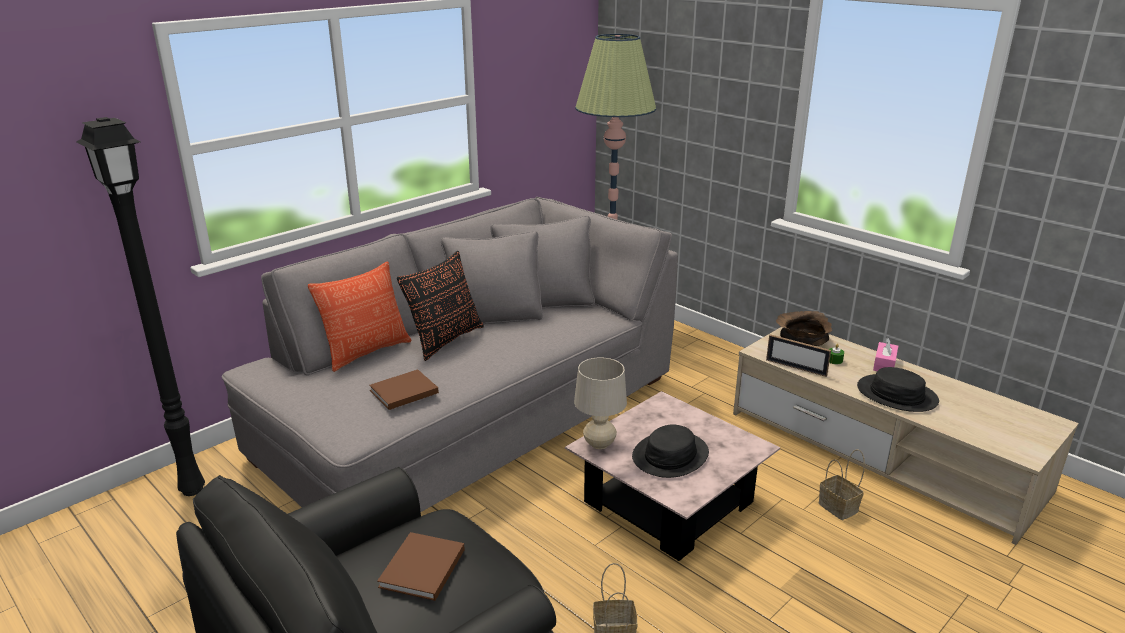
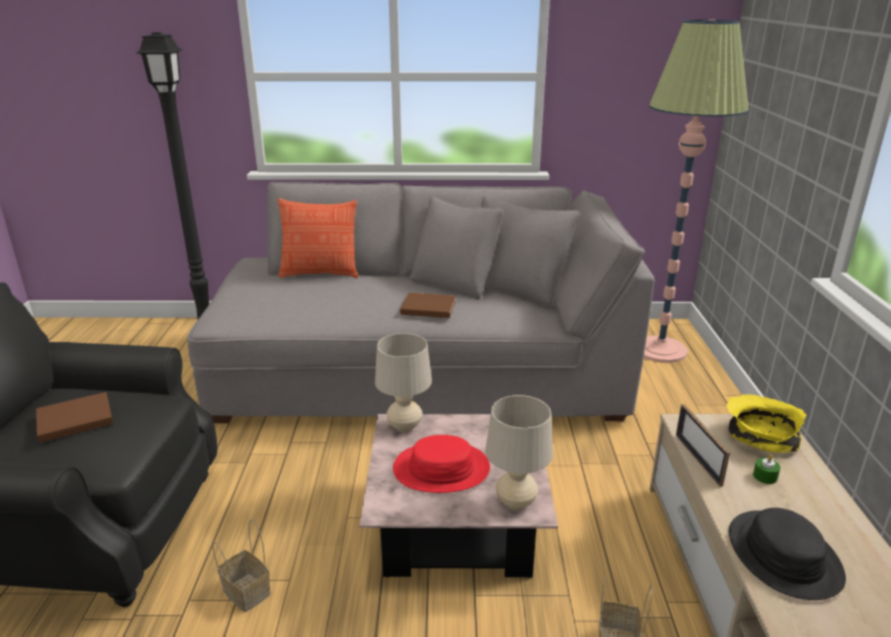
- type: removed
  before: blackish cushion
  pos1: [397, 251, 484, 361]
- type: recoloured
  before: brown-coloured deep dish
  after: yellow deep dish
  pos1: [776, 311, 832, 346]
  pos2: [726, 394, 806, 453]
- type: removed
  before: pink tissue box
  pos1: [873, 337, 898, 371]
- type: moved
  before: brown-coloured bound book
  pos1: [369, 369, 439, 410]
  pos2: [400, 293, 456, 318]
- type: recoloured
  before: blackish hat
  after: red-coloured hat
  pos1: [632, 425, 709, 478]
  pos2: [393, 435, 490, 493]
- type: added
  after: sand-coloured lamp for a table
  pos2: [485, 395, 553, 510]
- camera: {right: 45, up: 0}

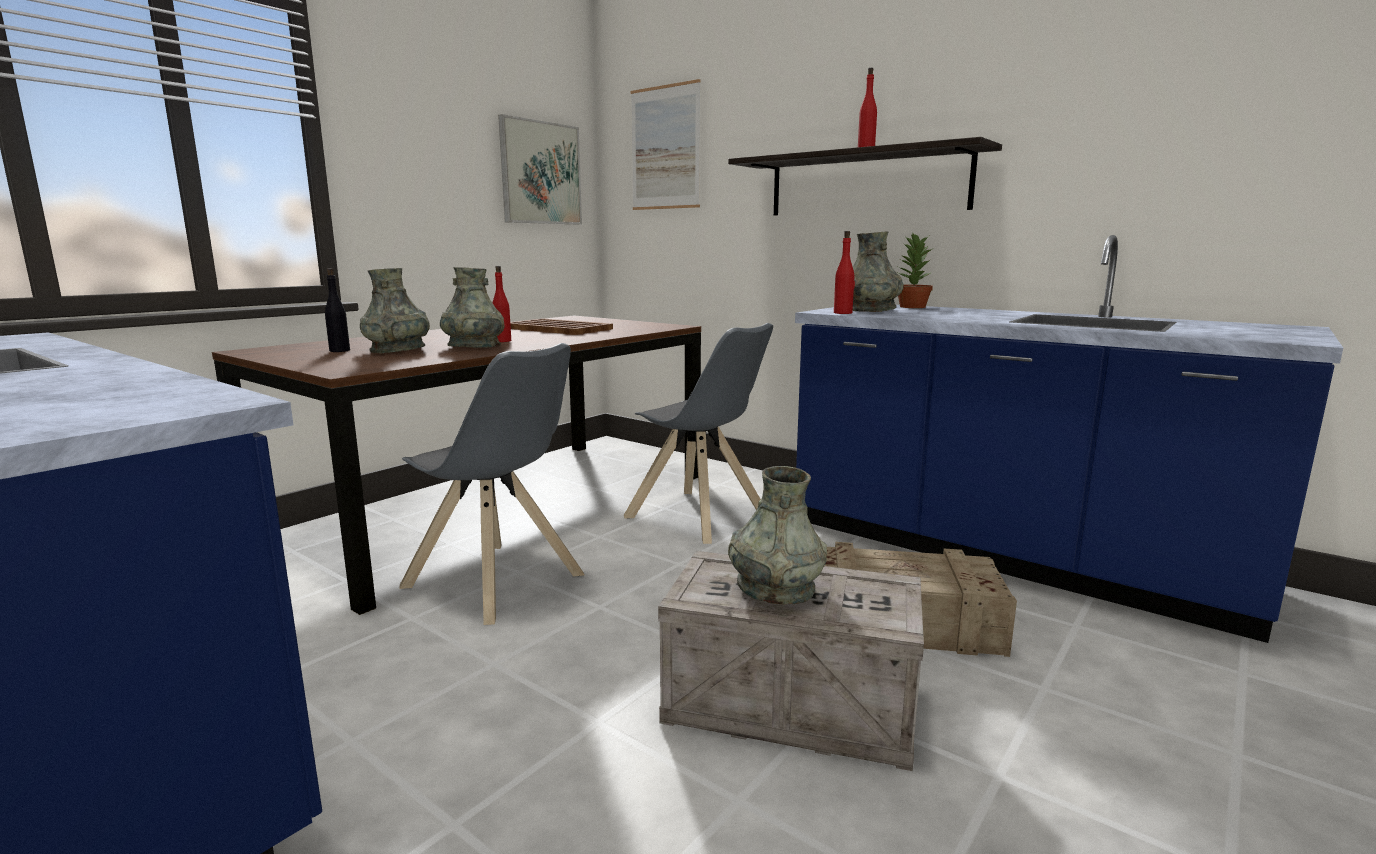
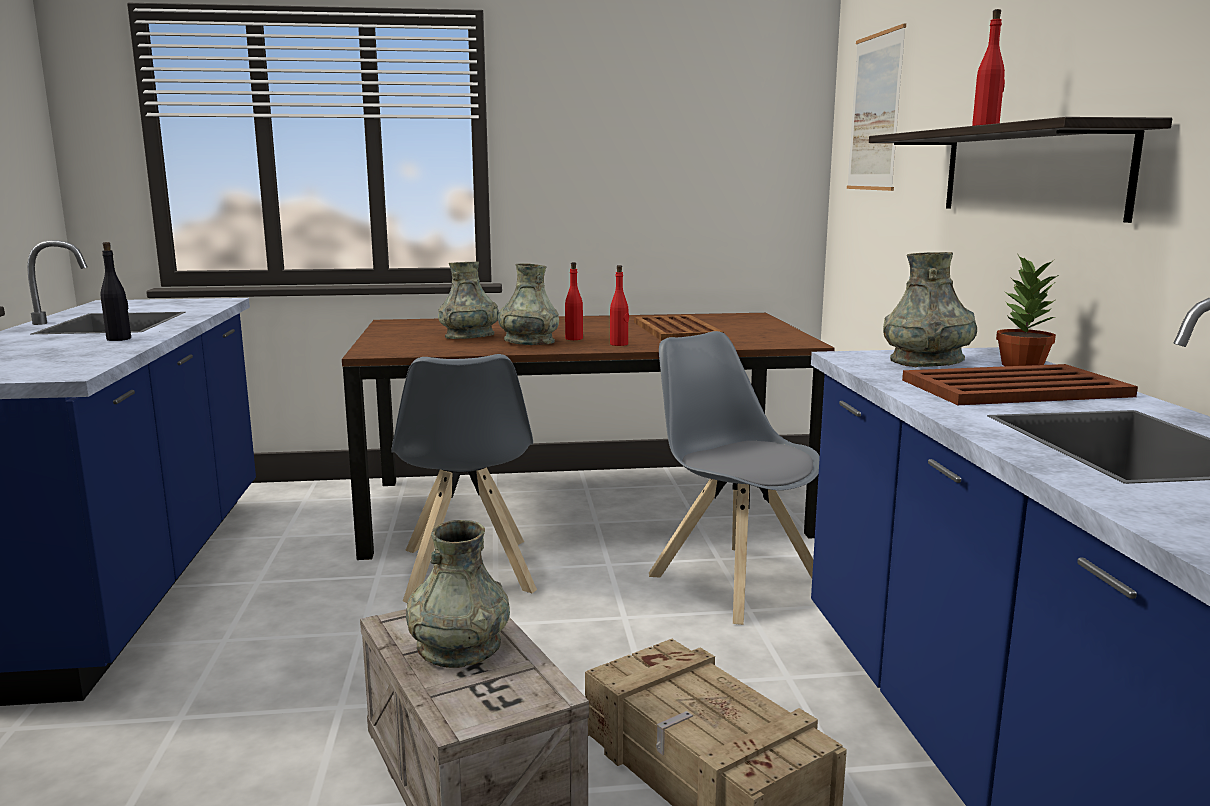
- type: removed
  before: wall art
  pos1: [498, 114, 582, 225]
- type: moved
  before: red-coloured bottle
  pos1: [834, 231, 855, 314]
  pos2: [610, 265, 629, 346]
- type: moved
  before: blackish bottle
  pos1: [325, 268, 350, 352]
  pos2: [100, 242, 131, 341]
- type: turned
  before: gray plain chair
  pos1: [624, 323, 773, 544]
  pos2: [649, 331, 820, 625]
  turn: 150
- type: added
  after: brown-coloured tray
  pos2: [902, 364, 1138, 405]
- camera: {right: 45, up: 0}

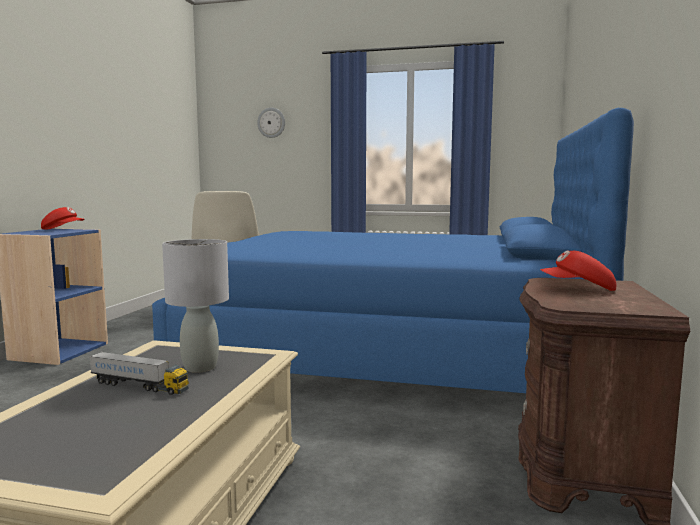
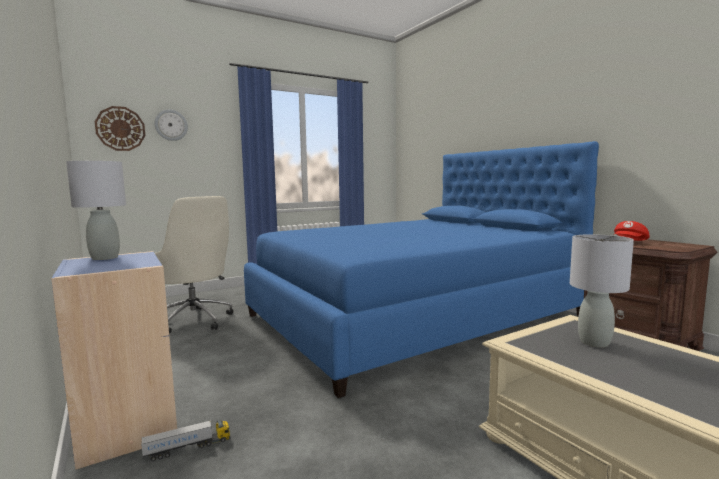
- type: replaced
  before: red-coloured cap
  after: gray lamp for a table
  pos1: [41, 207, 85, 230]
  pos2: [66, 161, 126, 260]
- type: moved
  before: toy lorry
  pos1: [89, 352, 189, 395]
  pos2: [141, 420, 230, 461]
- type: added
  after: wall clock
  pos2: [95, 106, 145, 151]
- camera: {right: -45, up: 0}

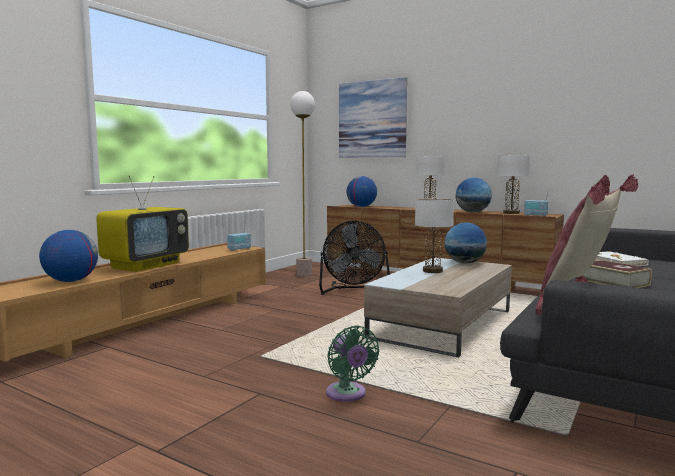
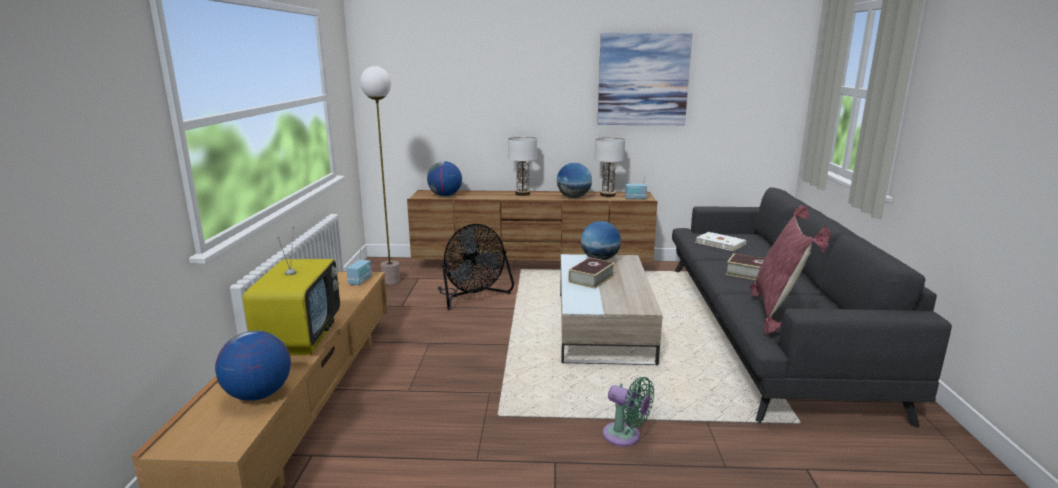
- type: moved
  before: wall art
  pos1: [339, 77, 407, 158]
  pos2: [597, 33, 692, 125]
- type: replaced
  before: lamp for a table
  after: bound book
  pos1: [415, 199, 454, 273]
  pos2: [568, 257, 615, 289]
- camera: {right: -30, up: 10}

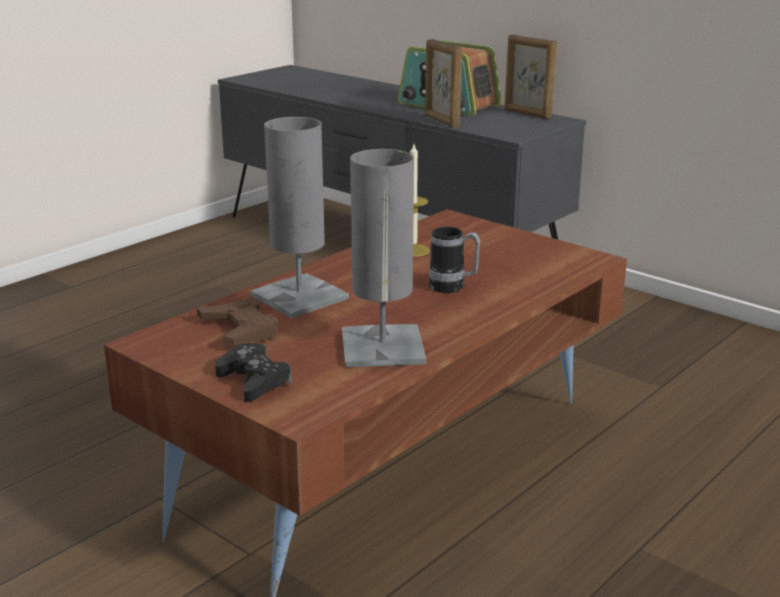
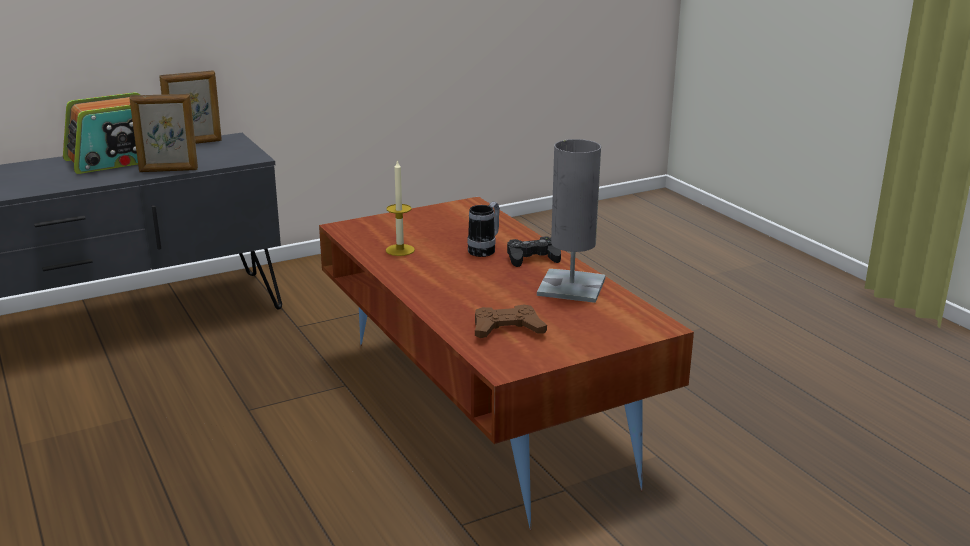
- type: removed
  before: gray lamp for a table
  pos1: [250, 117, 349, 318]
- type: moved
  before: blackish gamepad
  pos1: [215, 343, 292, 402]
  pos2: [507, 236, 561, 267]
- camera: {right: -70, up: 0}

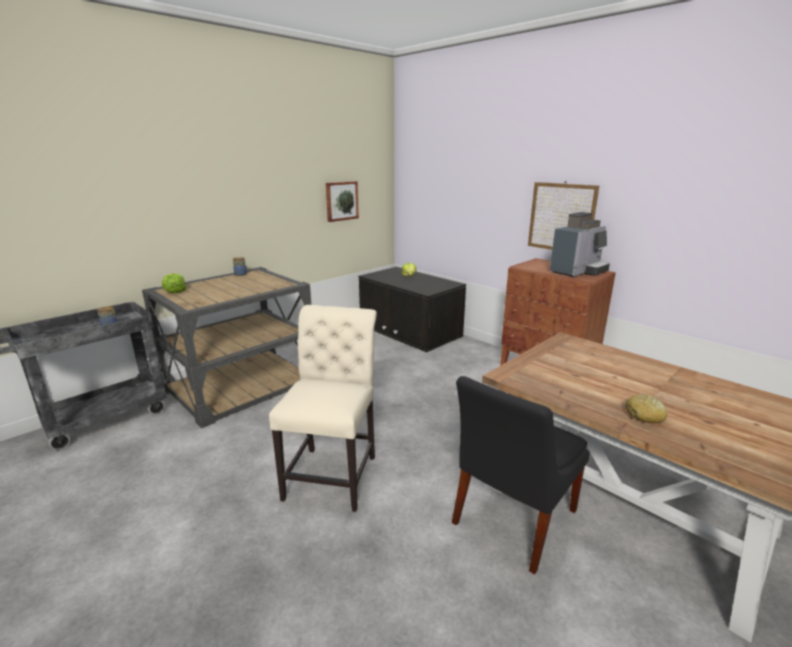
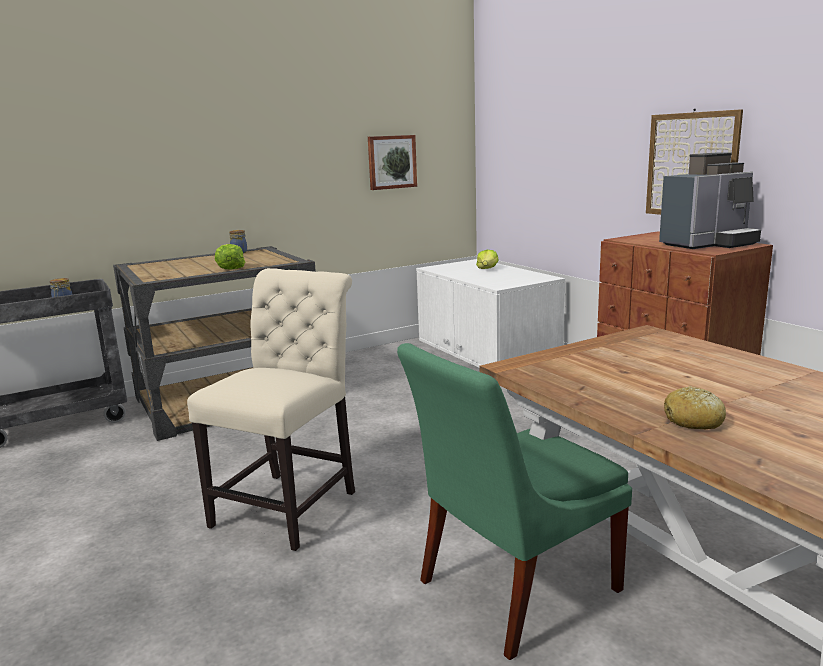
- type: recoloured
  before: blackish cupboard
  after: whitish cupboard
  pos1: [359, 267, 466, 352]
  pos2: [416, 259, 565, 367]
- type: moved
  before: lettuce head
  pos1: [162, 273, 187, 293]
  pos2: [215, 244, 245, 269]
- type: recoloured
  before: blackish plain chair
  after: green-coloured plain chair
  pos1: [452, 376, 590, 574]
  pos2: [397, 343, 632, 660]
- camera: {right: 15, up: -5}

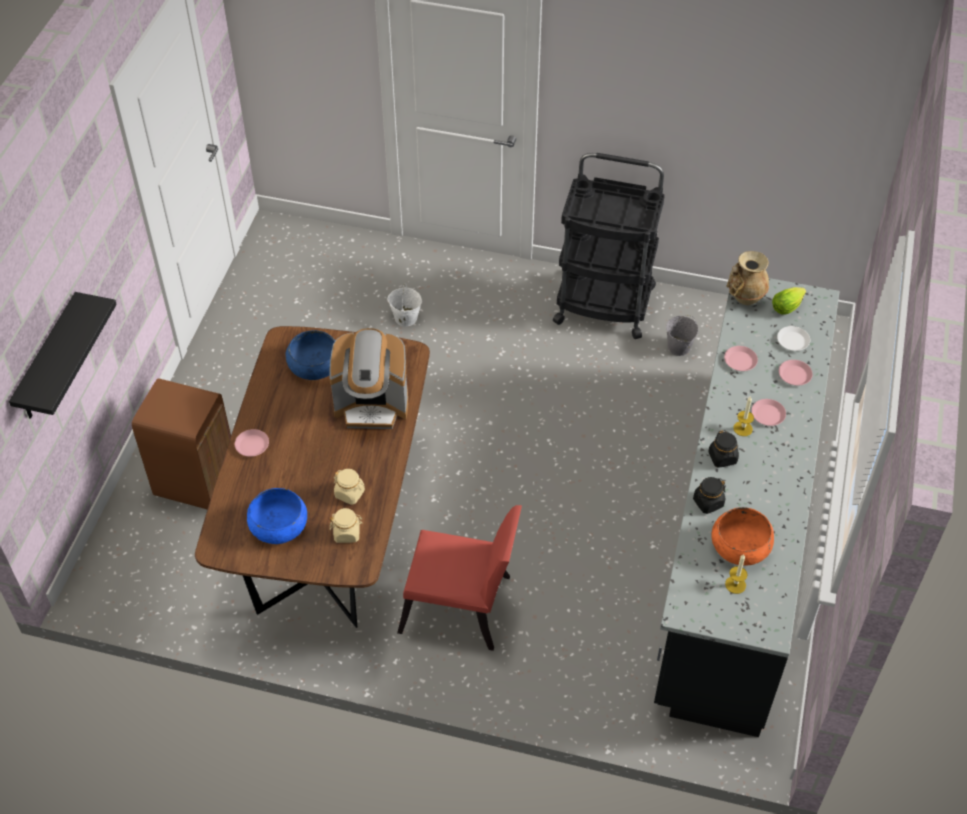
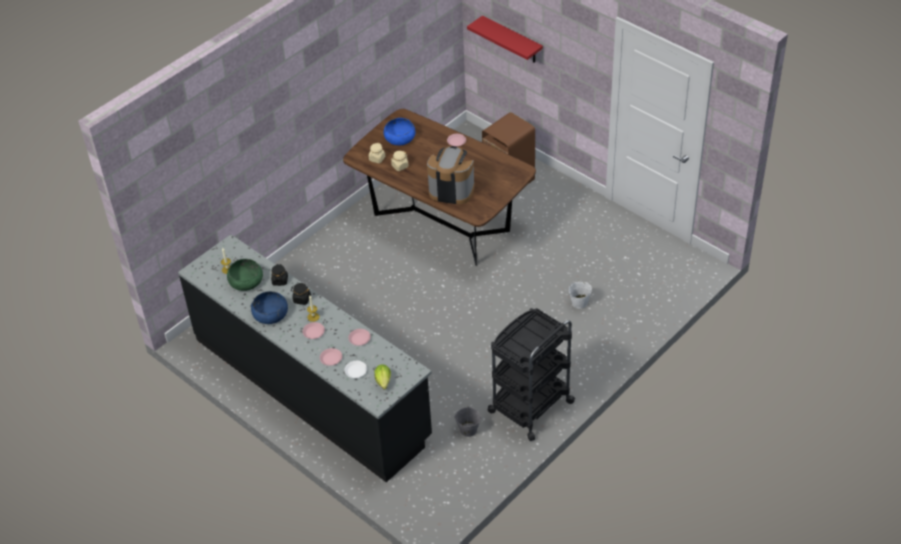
- type: removed
  before: sand-coloured vase
  pos1: [727, 251, 769, 305]
- type: recoloured
  before: blackish bracket shelf
  after: red-coloured bracket shelf
  pos1: [9, 292, 117, 419]
  pos2: [467, 16, 543, 63]
- type: turned
  before: coffee brewer
  pos1: [330, 328, 408, 429]
  pos2: [427, 146, 475, 204]
  turn: 75
- type: moved
  before: bluish deep dish
  pos1: [285, 330, 336, 380]
  pos2: [251, 291, 288, 324]
- type: removed
  before: red-coloured plain chair
  pos1: [397, 505, 522, 651]
- type: recoloured
  before: orange deep dish
  after: green-coloured deep dish
  pos1: [711, 507, 774, 566]
  pos2: [227, 259, 263, 291]
- camera: {right: 120, up: -5}

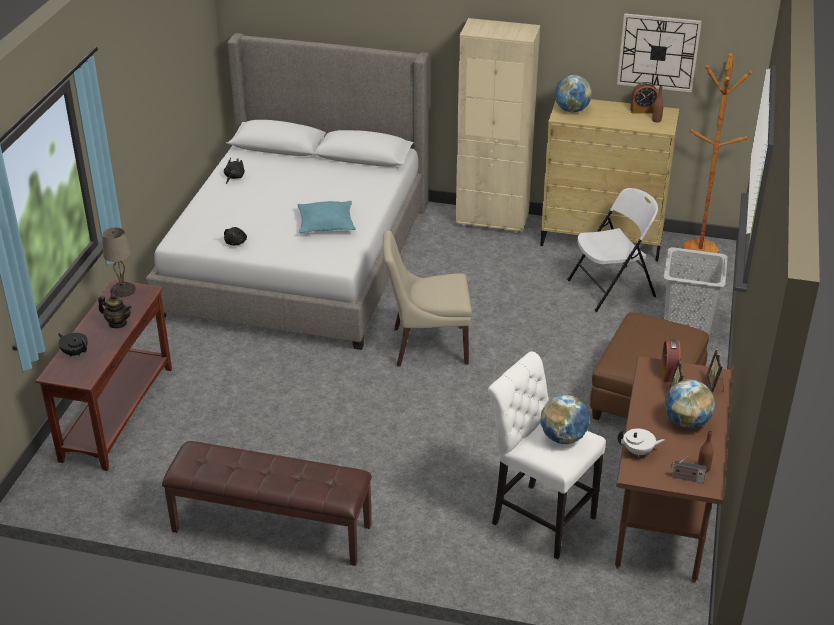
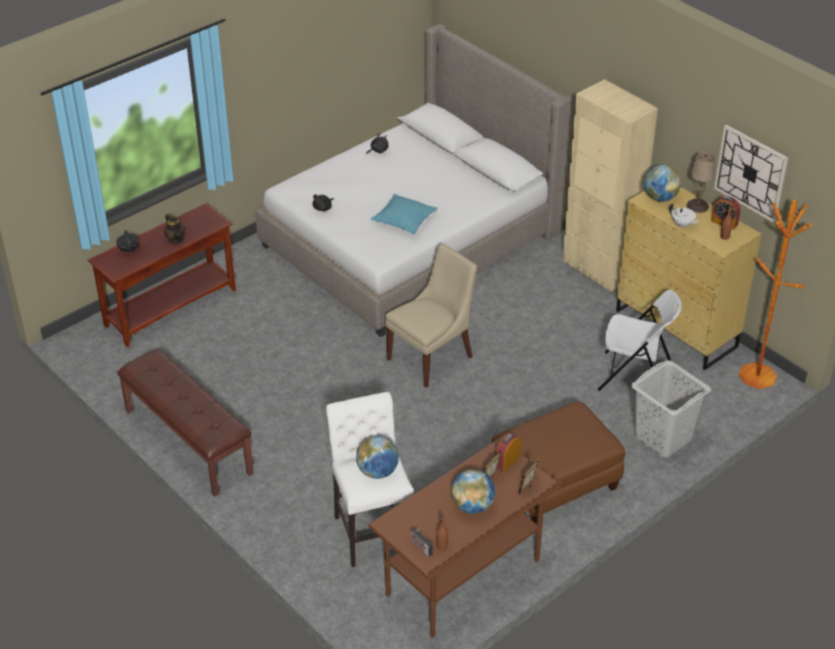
- type: moved
  before: sand-coloured lamp for a table
  pos1: [103, 227, 136, 297]
  pos2: [686, 152, 715, 213]
- type: turned
  before: sand-coloured plain chair
  pos1: [383, 230, 472, 367]
  pos2: [385, 244, 477, 388]
  turn: 105
- type: moved
  before: whitish pot for tea
  pos1: [617, 429, 665, 457]
  pos2: [669, 203, 701, 228]
- camera: {right: 35, up: 5}

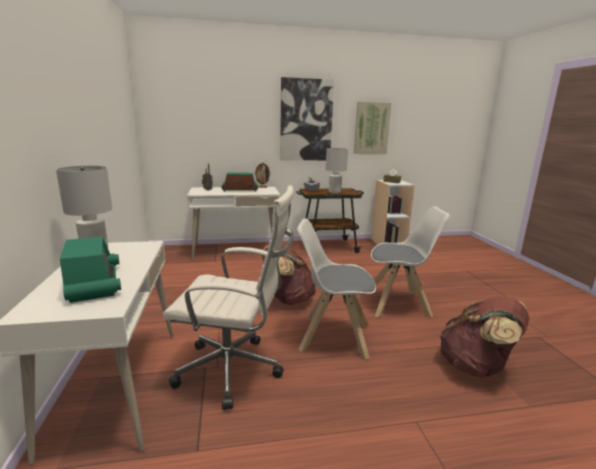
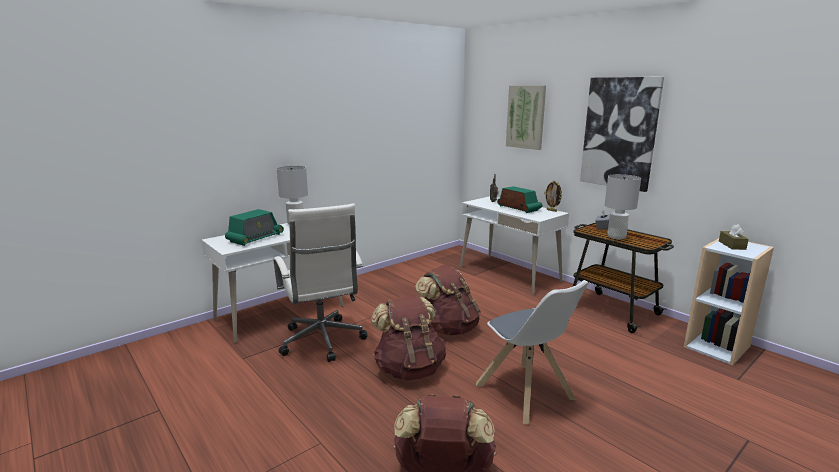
- type: moved
  before: wall art
  pos1: [354, 102, 391, 154]
  pos2: [506, 85, 546, 150]
- type: replaced
  before: plain chair
  after: brown-coloured knapsack
  pos1: [297, 218, 376, 360]
  pos2: [371, 295, 446, 381]
- camera: {right: 60, up: 0}

